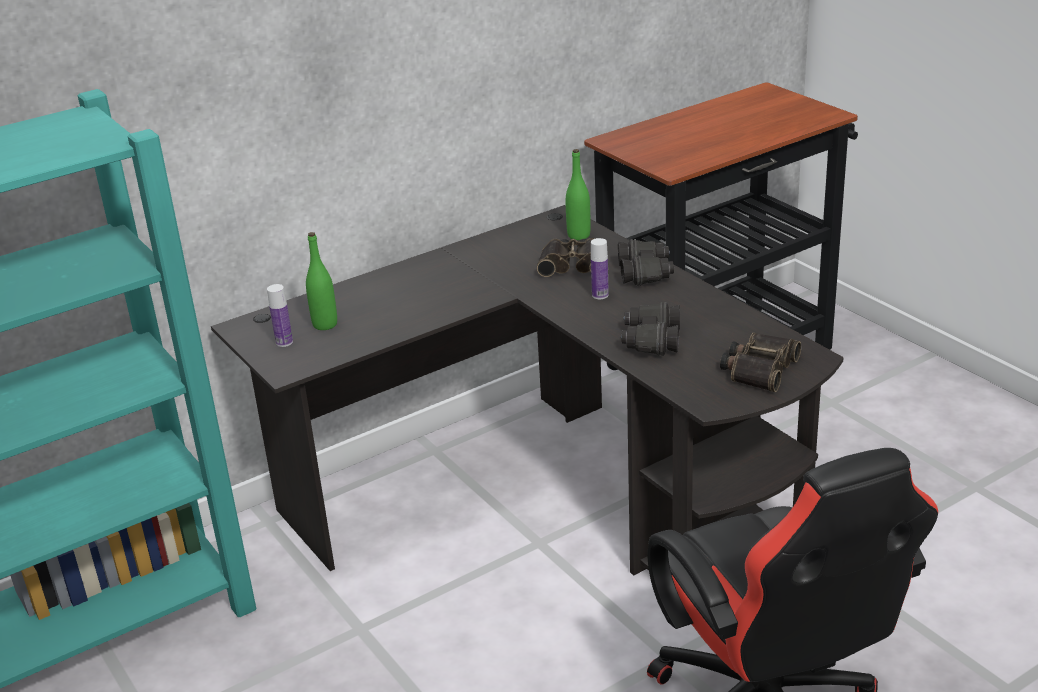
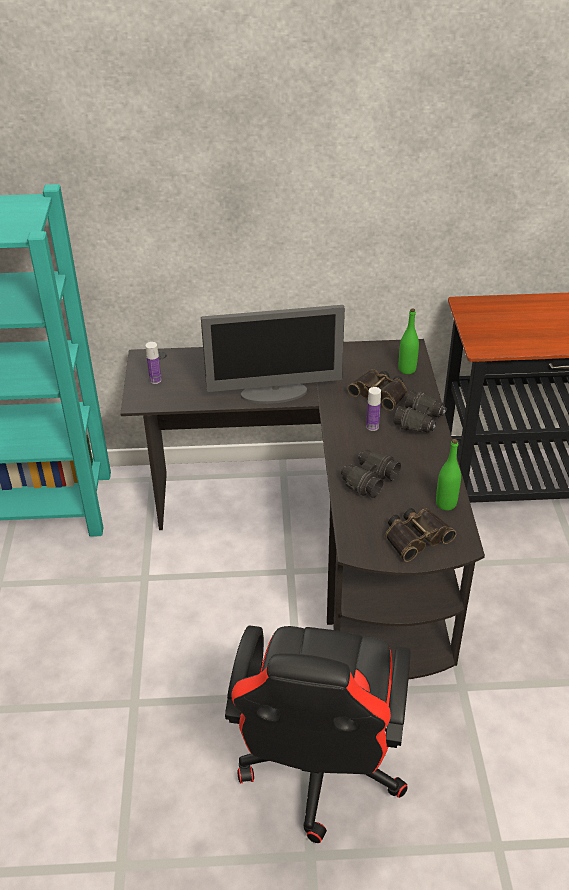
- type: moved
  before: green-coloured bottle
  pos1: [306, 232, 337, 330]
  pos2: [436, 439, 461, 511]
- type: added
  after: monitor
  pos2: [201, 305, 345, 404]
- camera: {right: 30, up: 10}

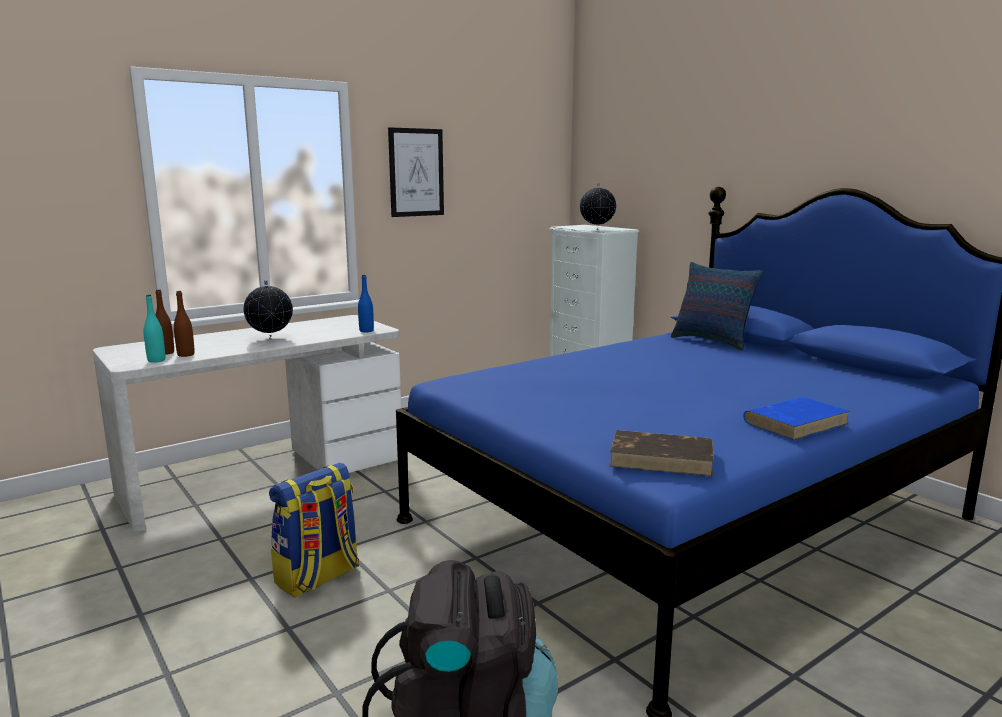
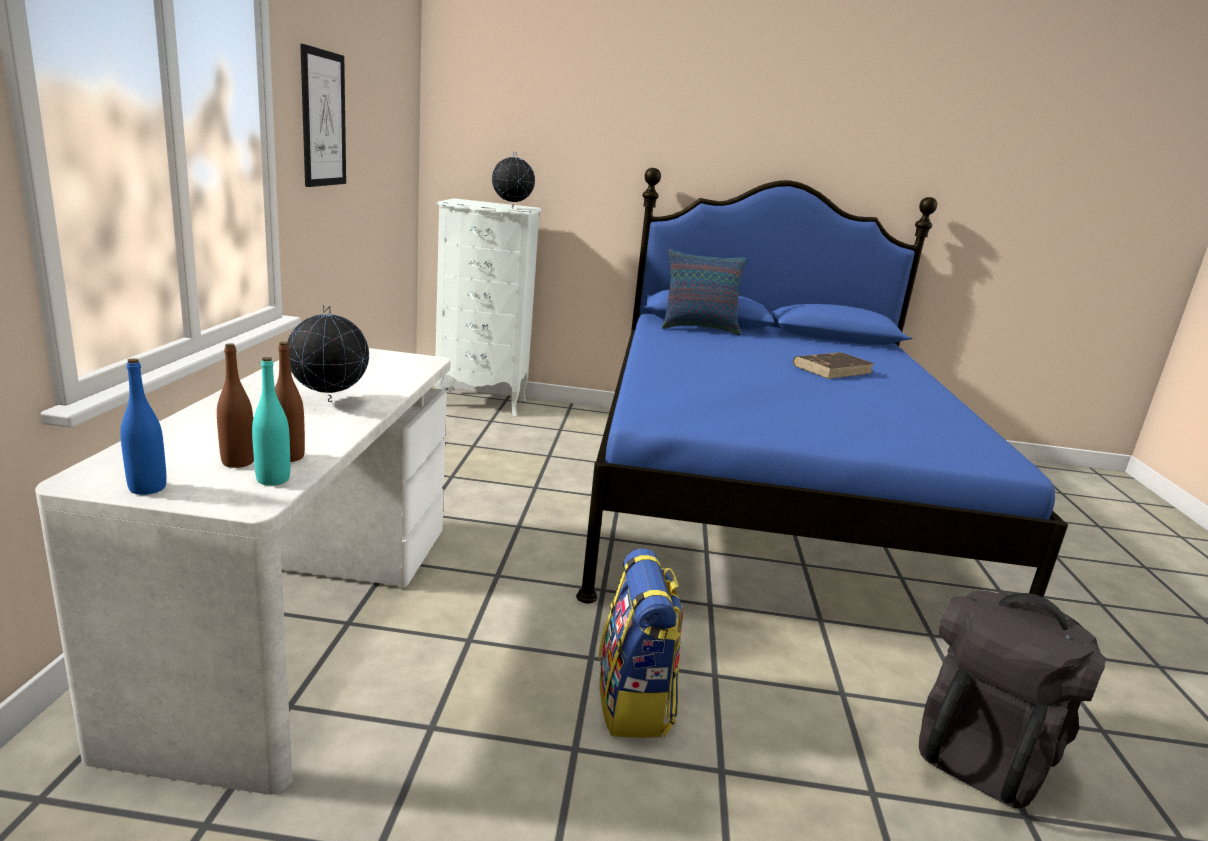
- type: moved
  before: bluish bottle
  pos1: [358, 275, 374, 332]
  pos2: [120, 358, 167, 495]
- type: removed
  before: bluish bound book
  pos1: [743, 397, 850, 440]
- type: moved
  before: brown-coloured bound book
  pos1: [609, 430, 714, 477]
  pos2: [793, 352, 875, 379]
- camera: {right: -50, up: 5}

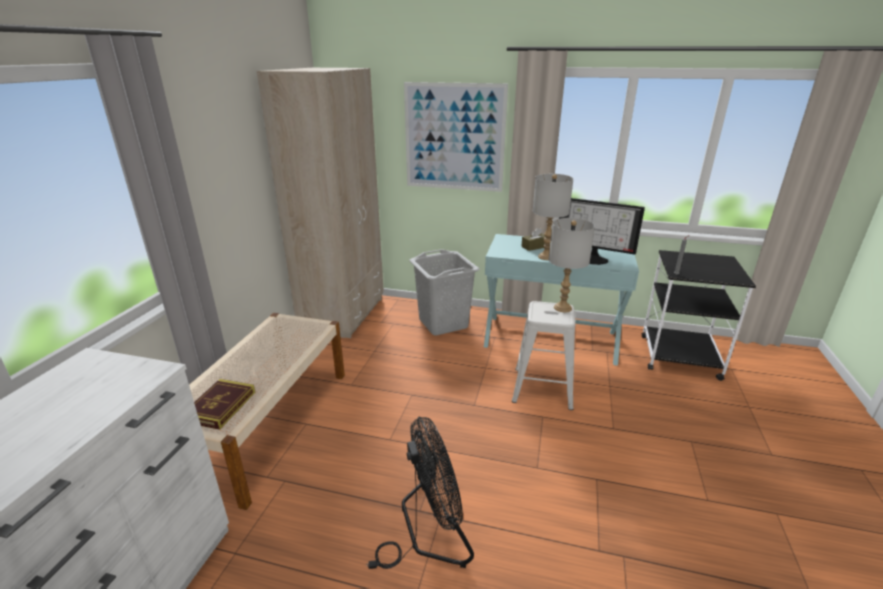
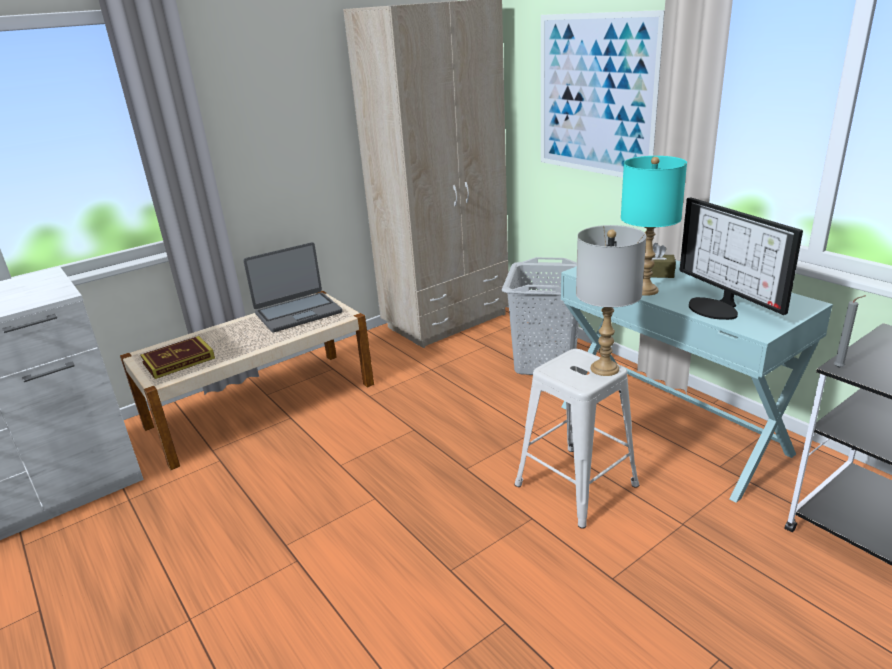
- type: recoloured
  before: gray lamp for a table
  after: turquoise-coloured lamp for a table
  pos1: [533, 174, 573, 260]
  pos2: [621, 156, 687, 296]
- type: removed
  before: blackish electric fan
  pos1: [367, 417, 474, 569]
- type: added
  after: laptop
  pos2: [244, 242, 342, 333]
- camera: {right: 40, up: 0}

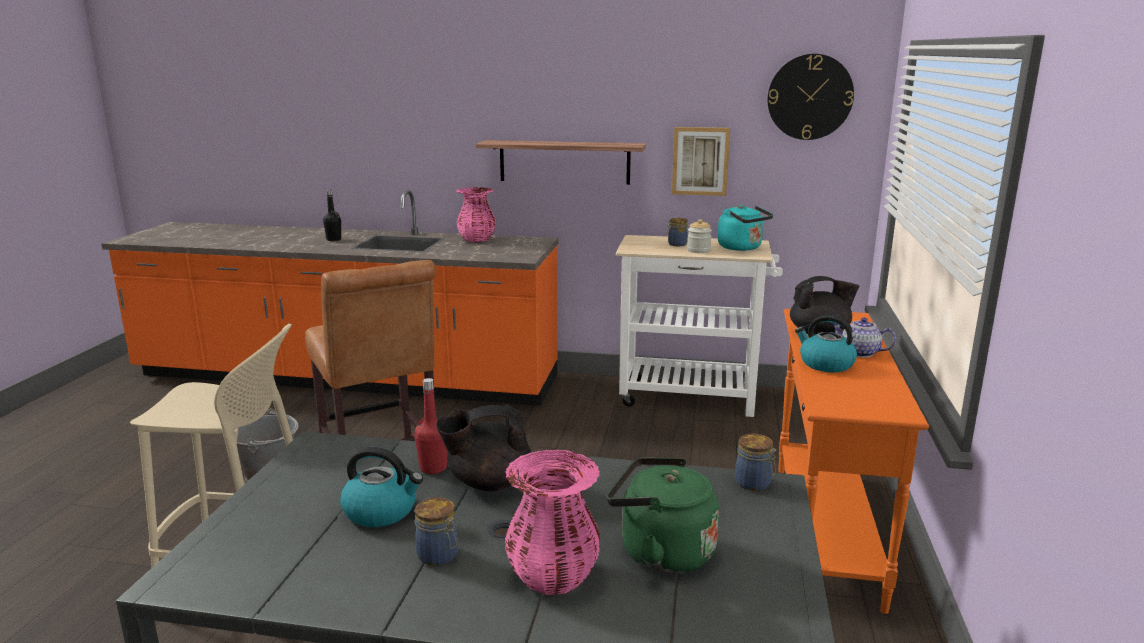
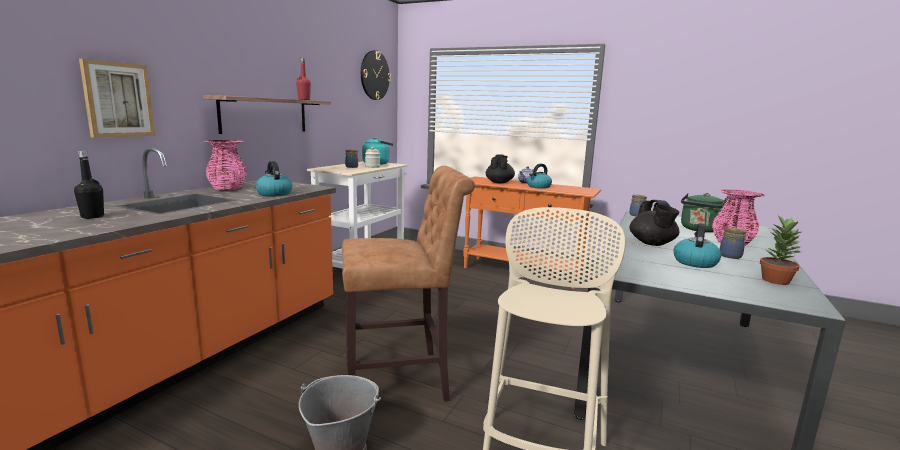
- type: moved
  before: wall art
  pos1: [672, 127, 730, 196]
  pos2: [79, 58, 155, 138]
- type: moved
  before: red-coloured bottle
  pos1: [414, 378, 448, 474]
  pos2: [296, 58, 311, 100]
- type: added
  after: tea kettle
  pos2: [255, 161, 292, 197]
- type: added
  after: houseplant
  pos2: [760, 214, 805, 285]
- camera: {right: -75, up: -5}

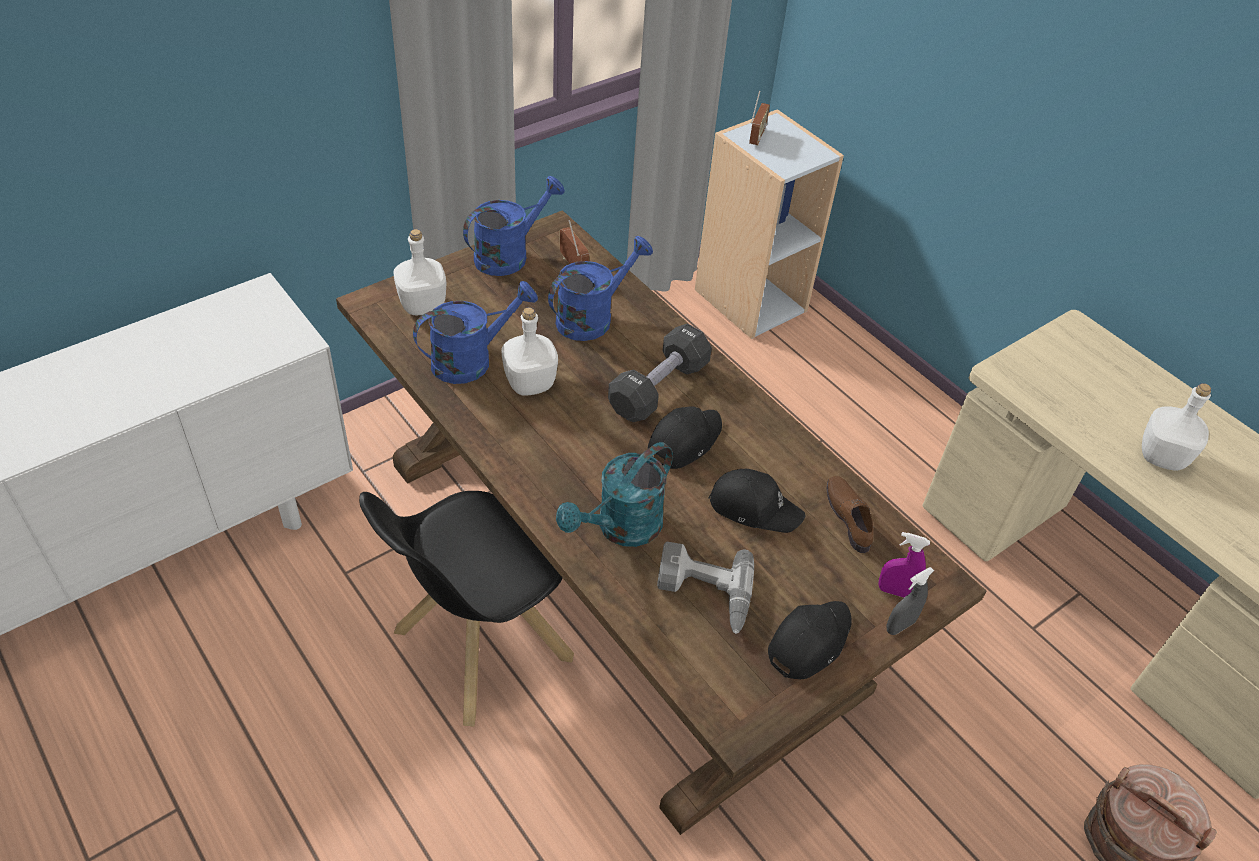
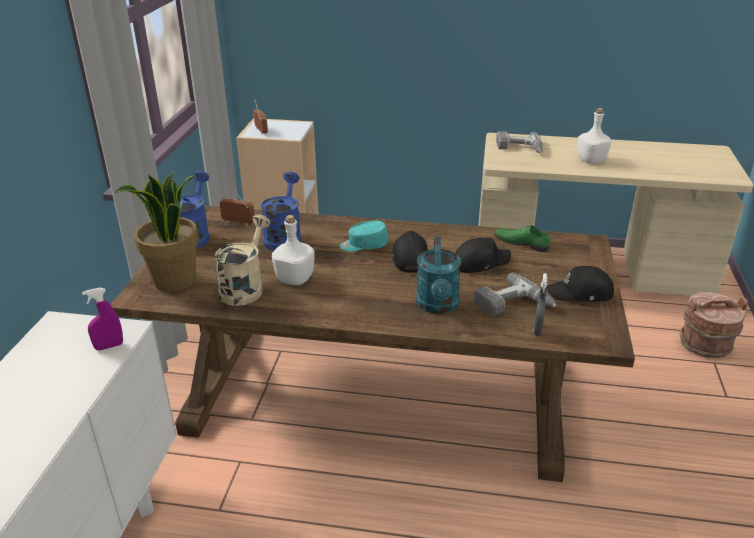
- type: replaced
  before: whitish bottle
  after: houseplant
  pos1: [393, 229, 446, 315]
  pos2: [114, 172, 199, 292]
- type: recoloured
  before: bluish watering pot
  after: sand-coloured watering pot
  pos1: [413, 281, 538, 384]
  pos2: [214, 215, 270, 306]
- type: replaced
  before: blackish hand weight
  after: turquoise-coloured cap
  pos1: [608, 323, 712, 422]
  pos2: [340, 220, 388, 252]
- type: recoloured
  before: brown-coloured low shoe
  after: green-coloured low shoe
  pos1: [826, 476, 873, 553]
  pos2: [494, 225, 551, 252]
- type: removed
  before: blackish plain chair
  pos1: [359, 491, 574, 726]
- type: moved
  before: purple-coloured sprayer
  pos1: [878, 532, 930, 597]
  pos2: [82, 288, 123, 350]
- type: moved
  before: gray sprayer
  pos1: [887, 567, 934, 635]
  pos2: [534, 273, 547, 336]
- type: turned
  before: blackish cap
  pos1: [768, 601, 851, 679]
  pos2: [547, 266, 614, 302]
  turn: -90
- type: added
  after: power drill
  pos2: [496, 131, 543, 153]
- camera: {right: -40, up: -15}

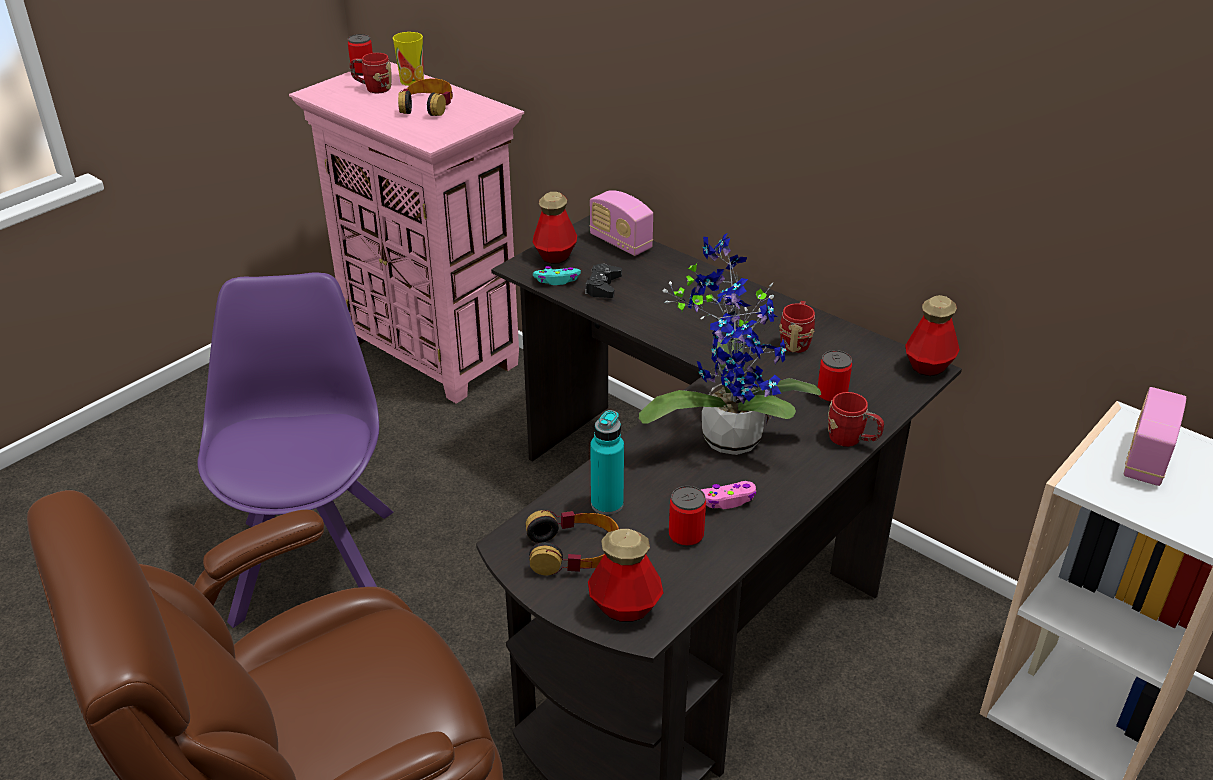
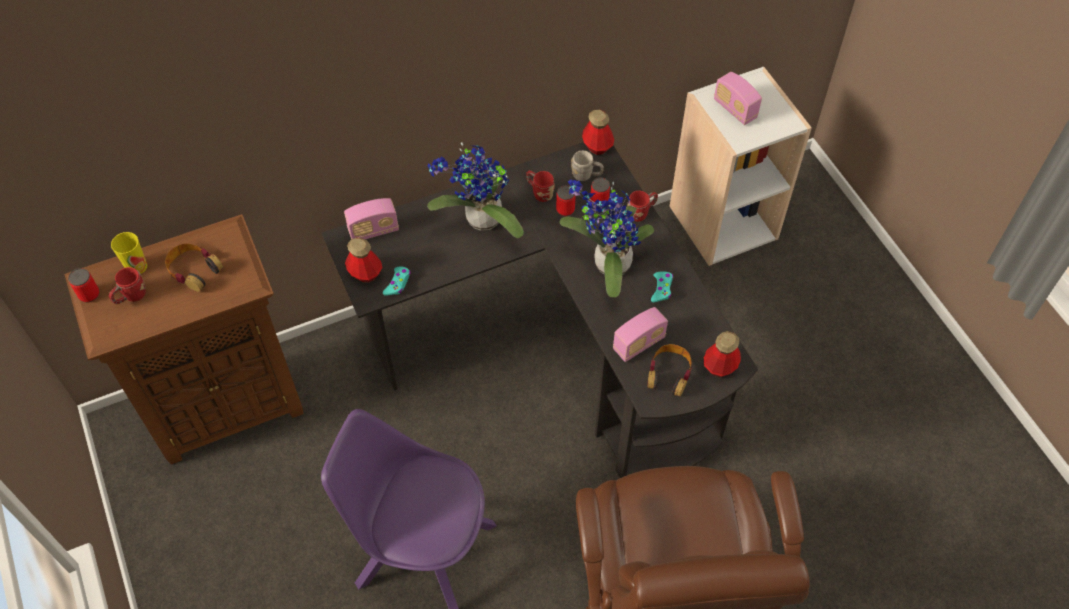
- type: recoloured
  before: pink cupboard
  after: brown-coloured cupboard
  pos1: [289, 62, 524, 404]
  pos2: [64, 214, 303, 465]
- type: removed
  before: blackish gamepad
  pos1: [585, 264, 622, 298]
- type: replaced
  before: turquoise-coloured bottle
  after: radio set
  pos1: [590, 410, 624, 515]
  pos2: [613, 307, 668, 362]
- type: recoloured
  before: pink gamepad
  after: turquoise-coloured gamepad
  pos1: [701, 481, 756, 509]
  pos2: [651, 272, 673, 302]
- type: moved
  before: sealed can
  pos1: [669, 486, 706, 547]
  pos2: [556, 185, 576, 216]
- type: added
  after: houseplant
  pos2: [427, 143, 524, 238]
- type: added
  after: gray mug
  pos2: [571, 150, 604, 181]
- camera: {right: -65, up: 20}

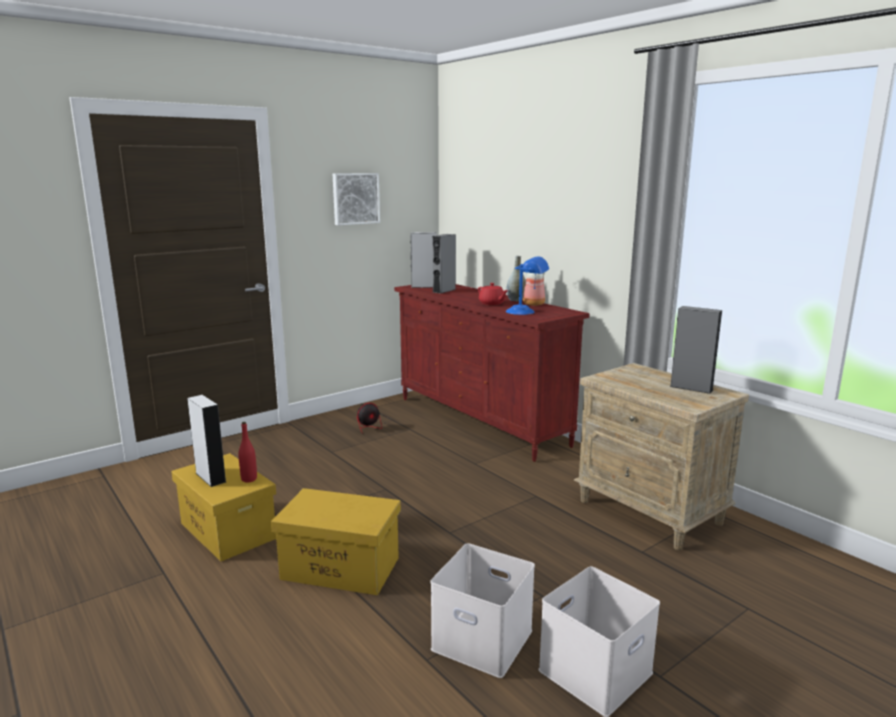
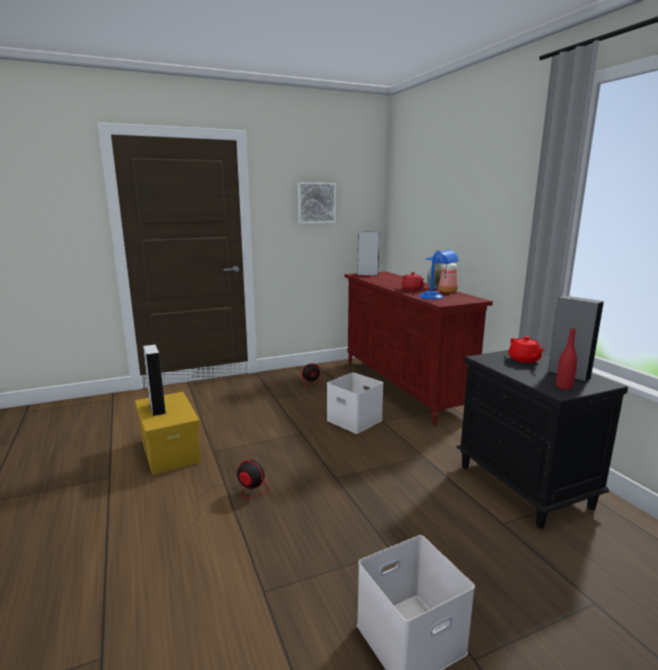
- type: removed
  before: gray audio speaker
  pos1: [432, 234, 456, 294]
- type: recoloured
  before: sand-coloured nightstand
  after: blackish nightstand
  pos1: [574, 363, 749, 550]
  pos2: [456, 350, 628, 528]
- type: moved
  before: red-coloured bottle
  pos1: [239, 422, 257, 482]
  pos2: [556, 327, 577, 390]
- type: replaced
  before: yellow storage container
  after: electric fan
  pos1: [271, 488, 401, 595]
  pos2: [189, 460, 269, 527]
- type: moved
  before: whitish storage container
  pos1: [430, 543, 535, 678]
  pos2: [327, 372, 384, 434]
- type: added
  after: red-coloured pot for tea
  pos2: [509, 336, 545, 363]
- camera: {right: 15, up: 0}

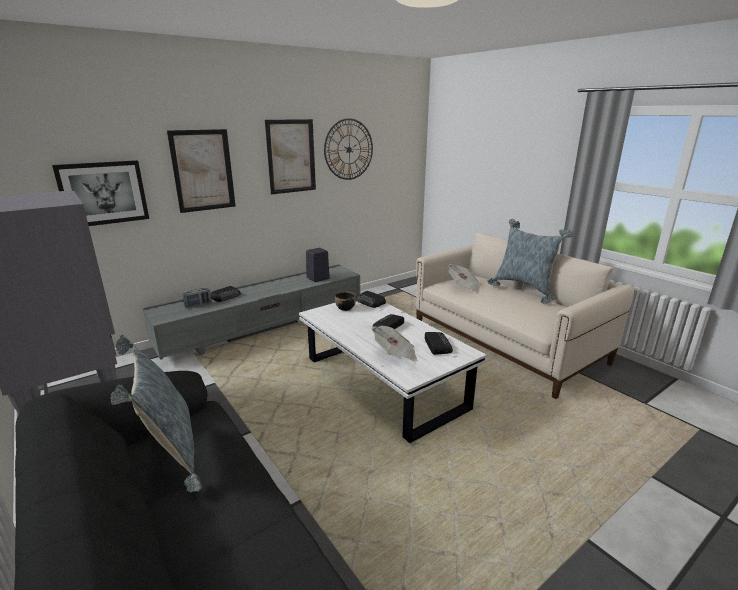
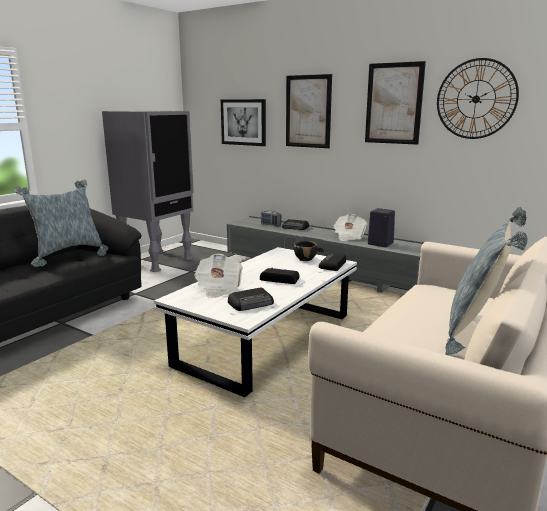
- type: moved
  before: printed paper
  pos1: [448, 264, 481, 292]
  pos2: [333, 214, 367, 241]
- camera: {right: 70, up: -5}

